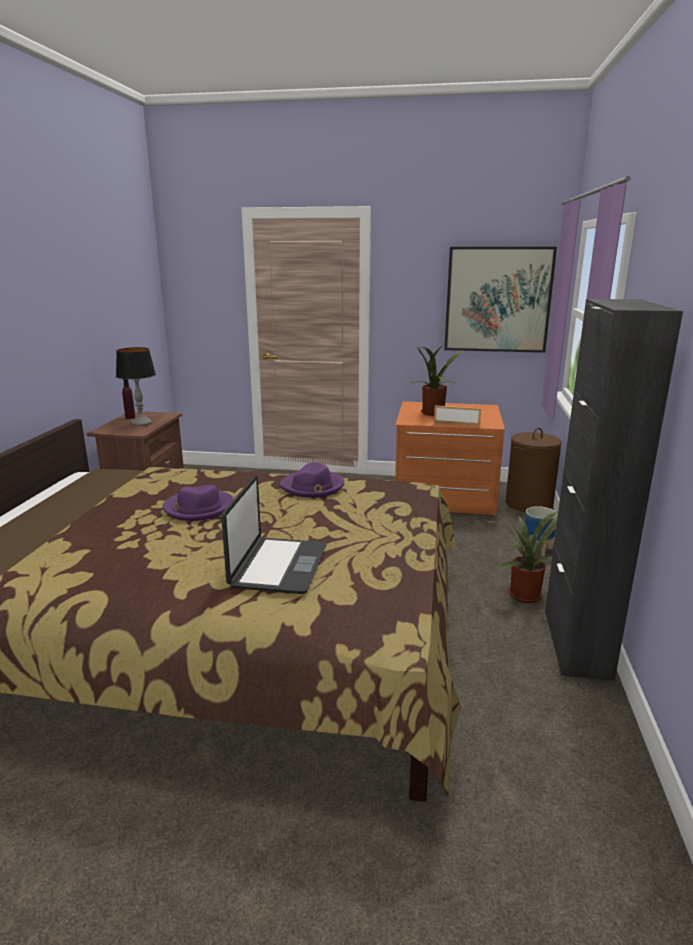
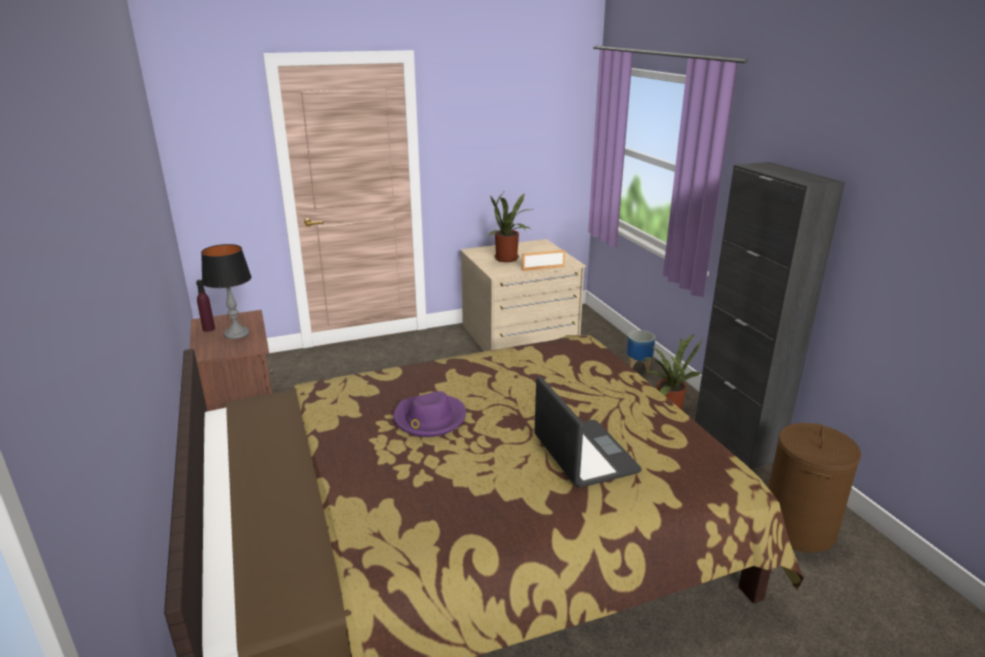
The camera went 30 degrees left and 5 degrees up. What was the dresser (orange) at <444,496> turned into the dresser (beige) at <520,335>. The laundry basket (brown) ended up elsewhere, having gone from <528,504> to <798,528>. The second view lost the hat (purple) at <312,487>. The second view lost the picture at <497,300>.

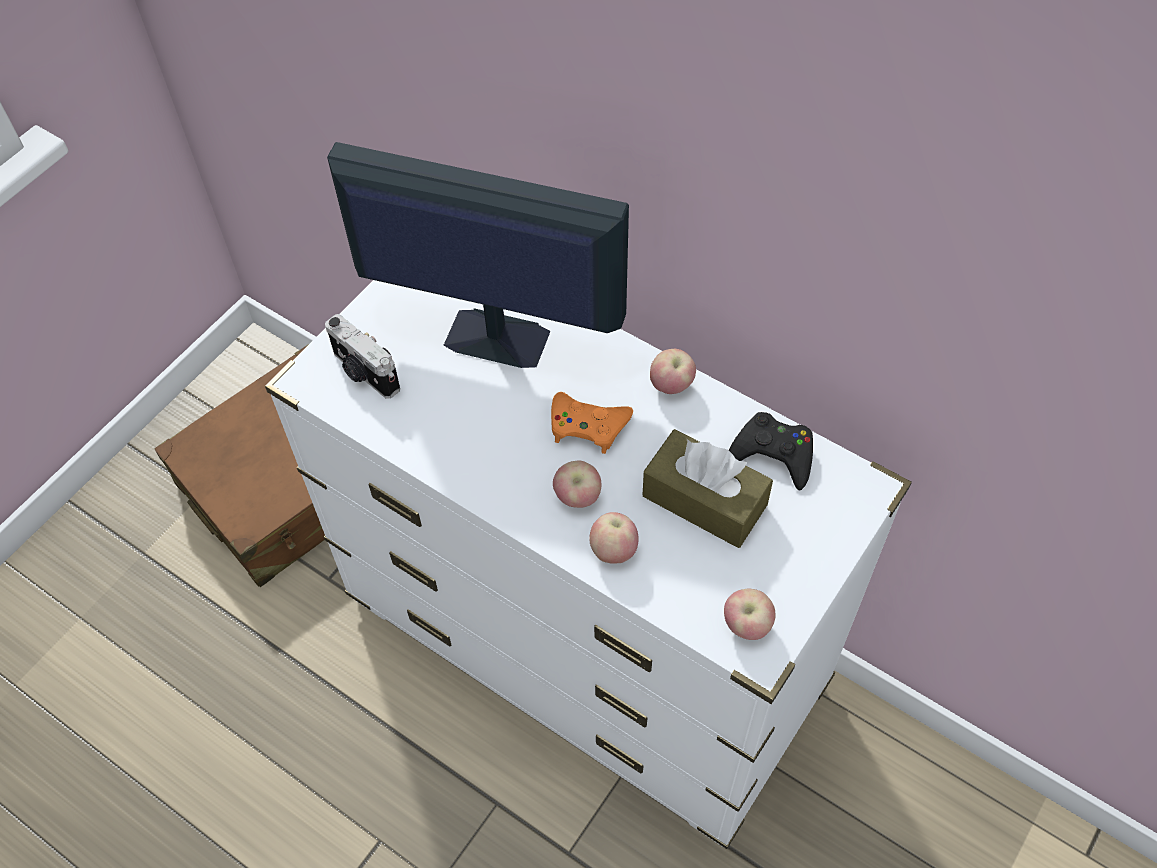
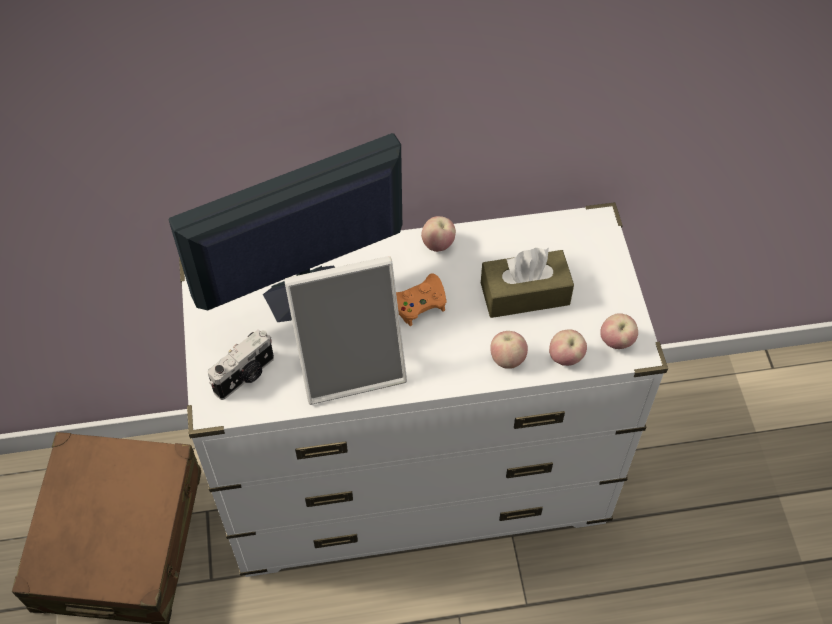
The camera went 45 degrees left and 0 degrees up. The photo camera at <364,373> ended up facing another way, 45 degrees counterclockwise from before. The second view gained the picture frame at <351,363>. The apple ended up elsewhere, having gone from <577,497> to <565,357>. The second view lost the game controller (black) at <773,454>.

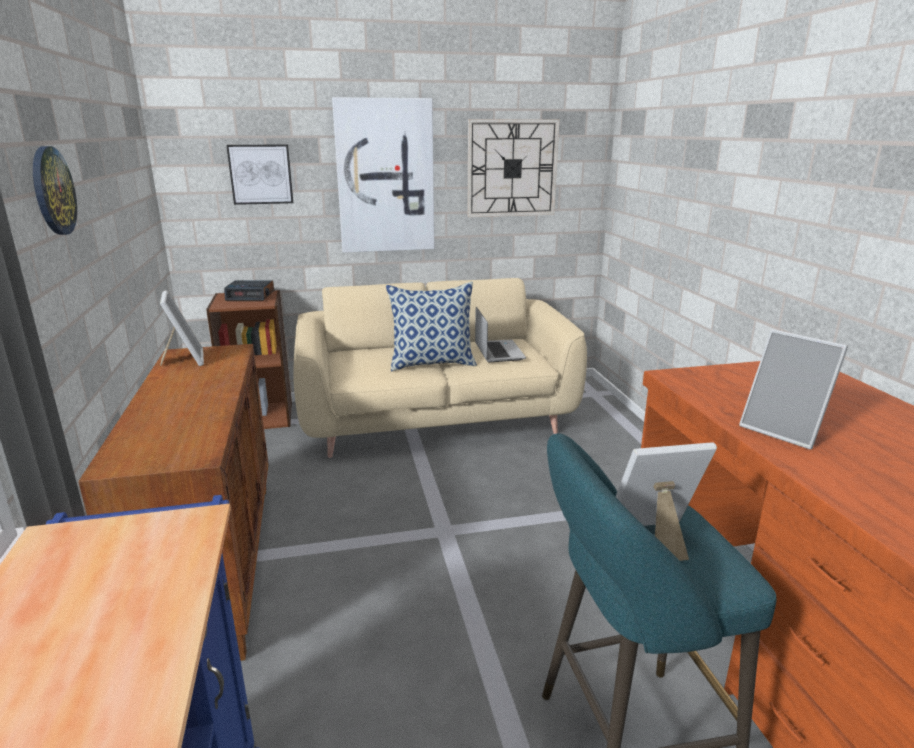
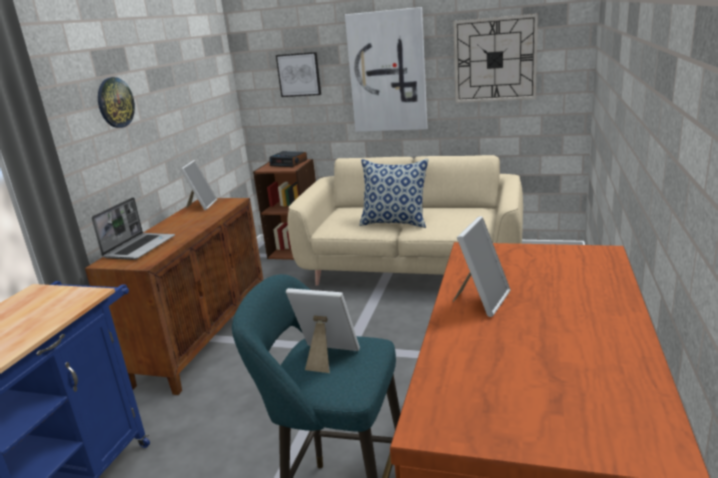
The camera went 30 degrees right and 0 degrees up. The laptop ended up elsewhere, having gone from <498,352> to <140,247>. The picture frame at <784,431> ended up facing another way, 135 degrees counterclockwise from before.

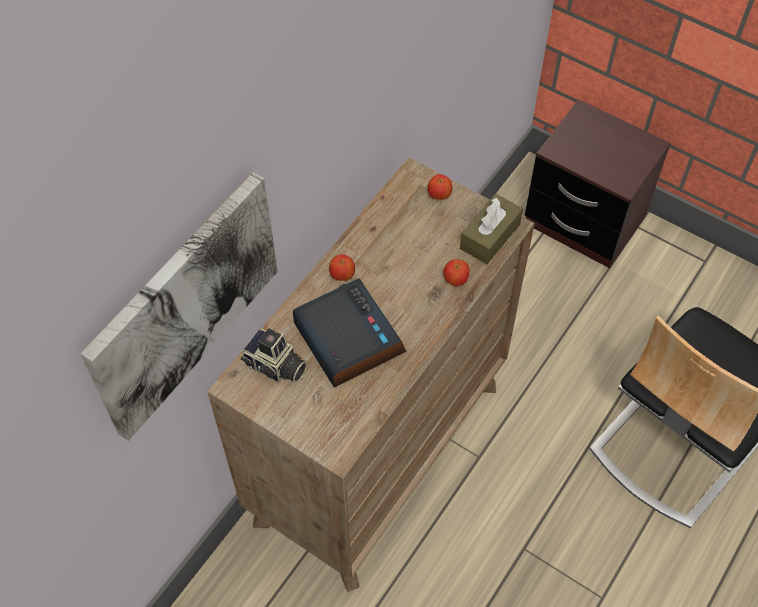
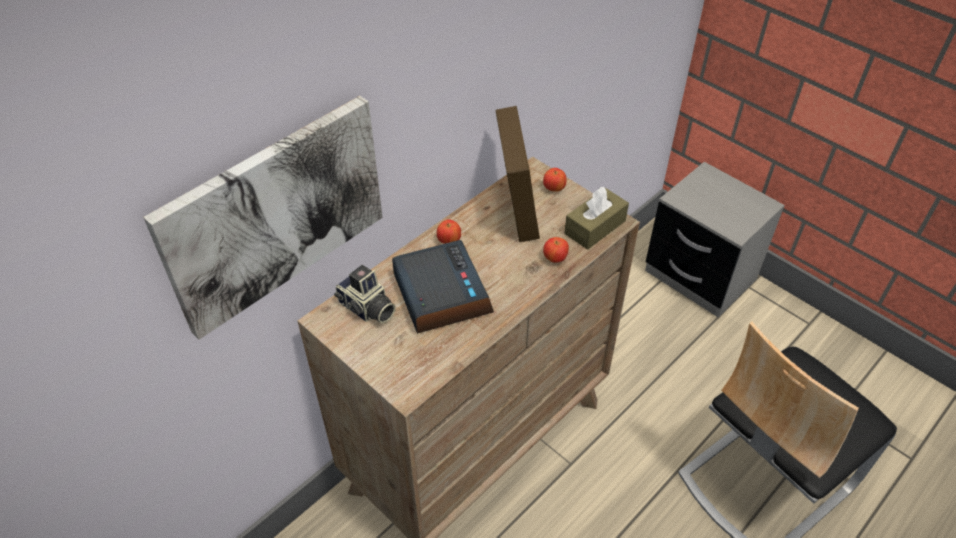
The camera went 10 degrees right and 10 degrees down. The second view gained the picture frame at <516,209>. What was the nightstand (brown) at <584,221> turned into the nightstand (grey) at <699,275>.

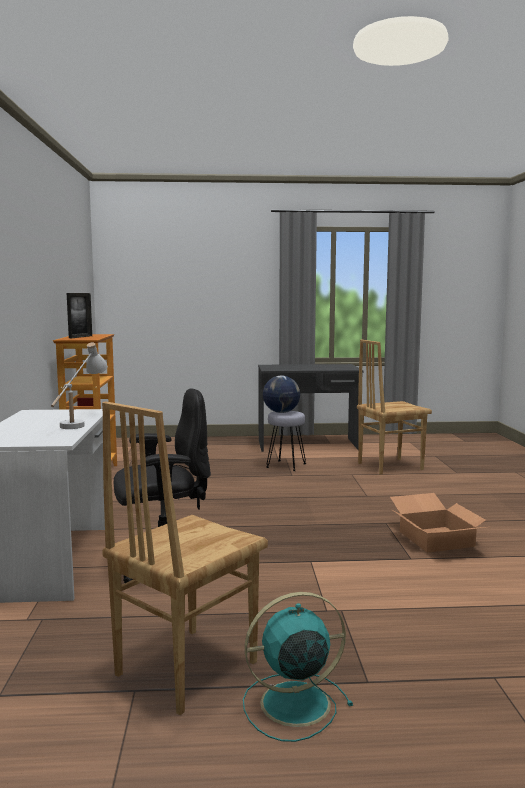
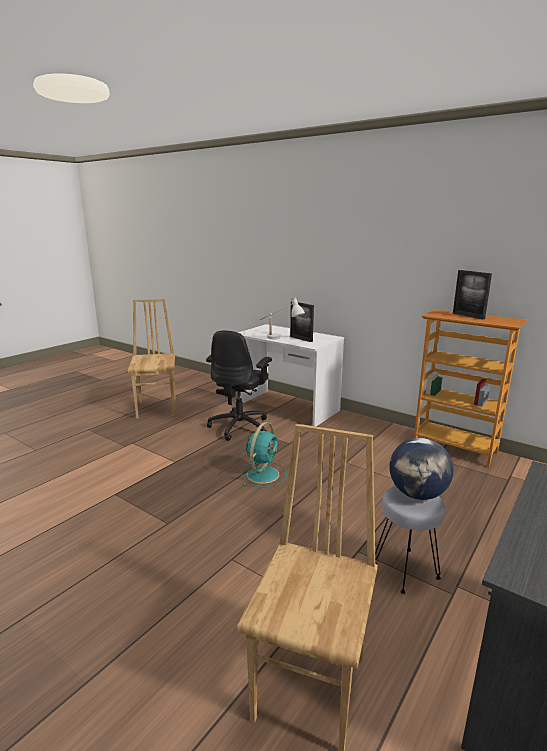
The camera went 130 degrees right and 10 degrees up. The fan (turquoise) ended up elsewhere, having gone from <292,704> to <263,474>. The second view gained the picture frame at <301,339>. The second view lost the cardboard box at <435,538>.

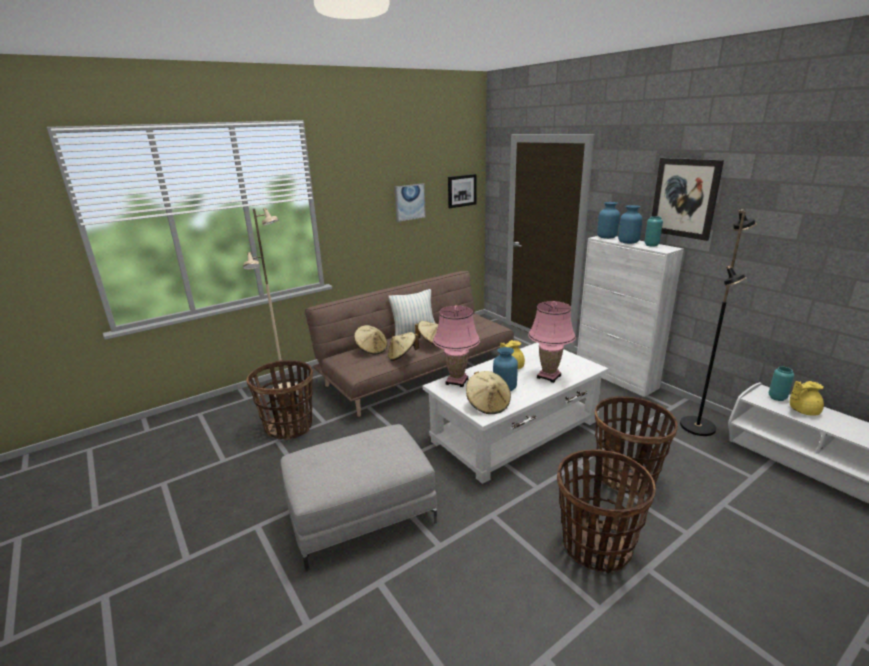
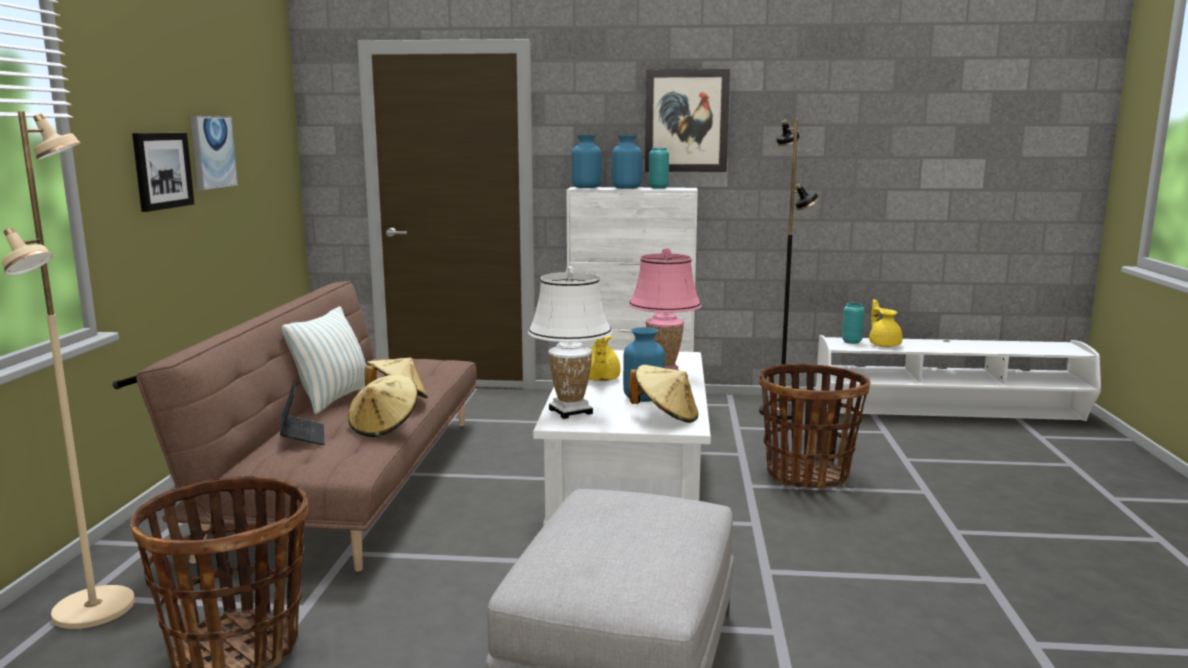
The camera went 50 degrees left and 10 degrees down. The picture ended up elsewhere, having gone from <461,190> to <162,170>. Where the hat (beige) stood at <371,349>, the laptop came to stand at <303,436>. What was the table lamp (pink) at <457,381> turned into the table lamp (white) at <571,411>. The teapot (yellow) at <802,410> ended up facing another way, 135 degrees clockwise from before. The second view lost the basket at <595,546>.

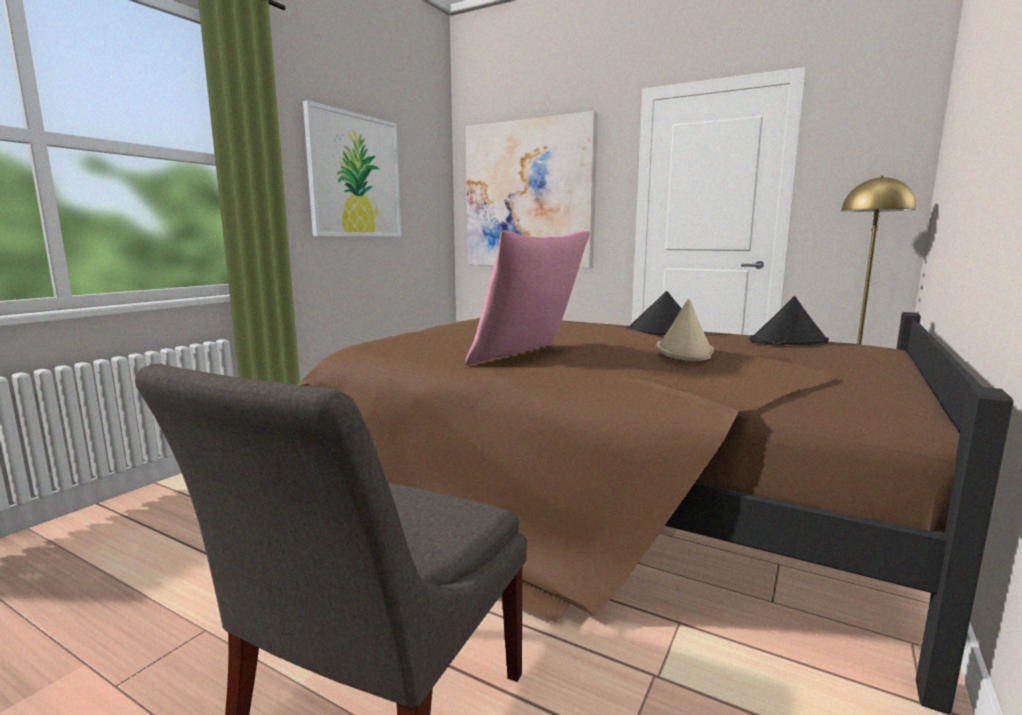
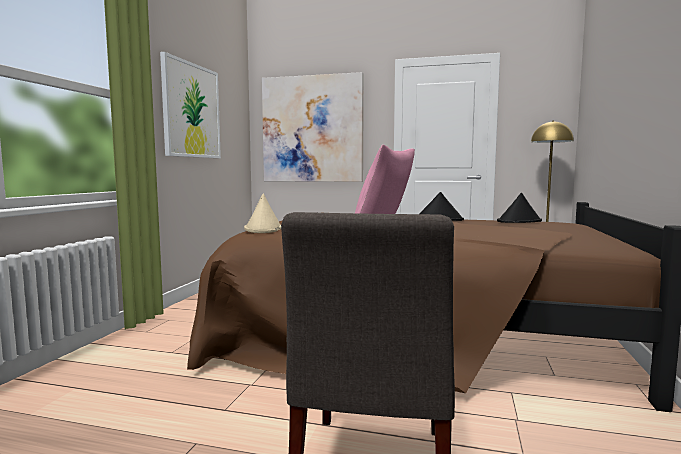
The camera went 15 degrees left and 5 degrees down. The hat (beige) ended up elsewhere, having gone from <684,351> to <263,229>.

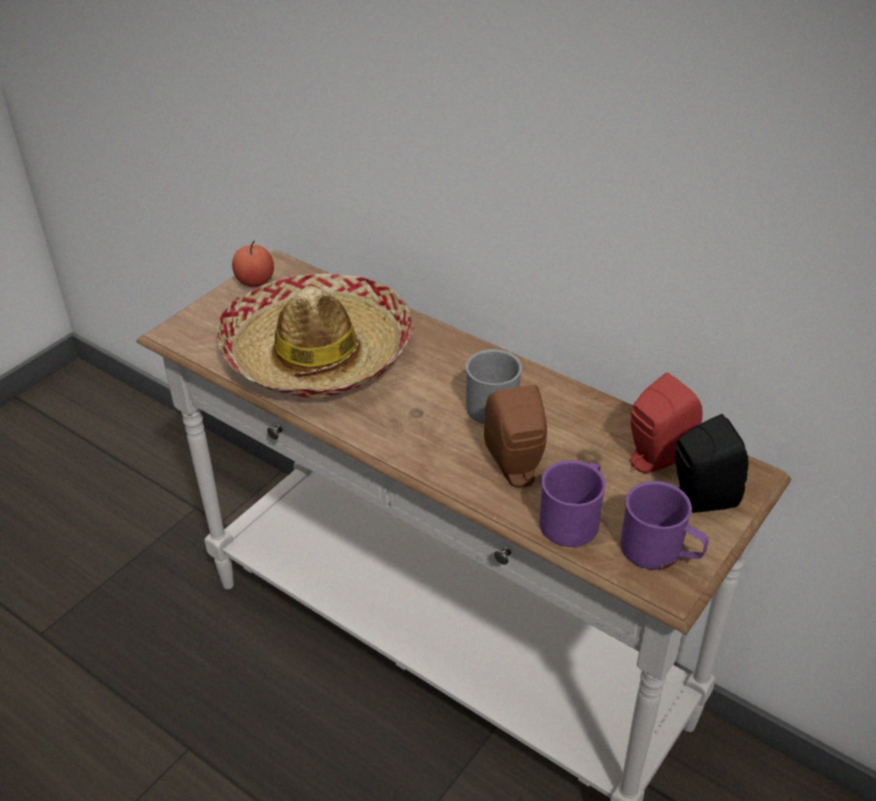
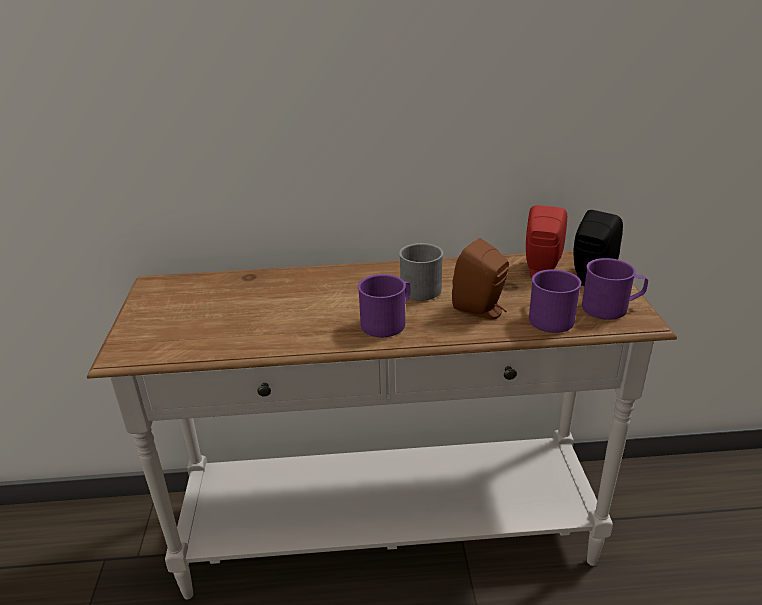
The camera went 40 degrees left and 10 degrees down. The second view gained the mug (purple) at <388,322>. The second view lost the hat at <318,353>. The second view lost the apple at <255,281>.

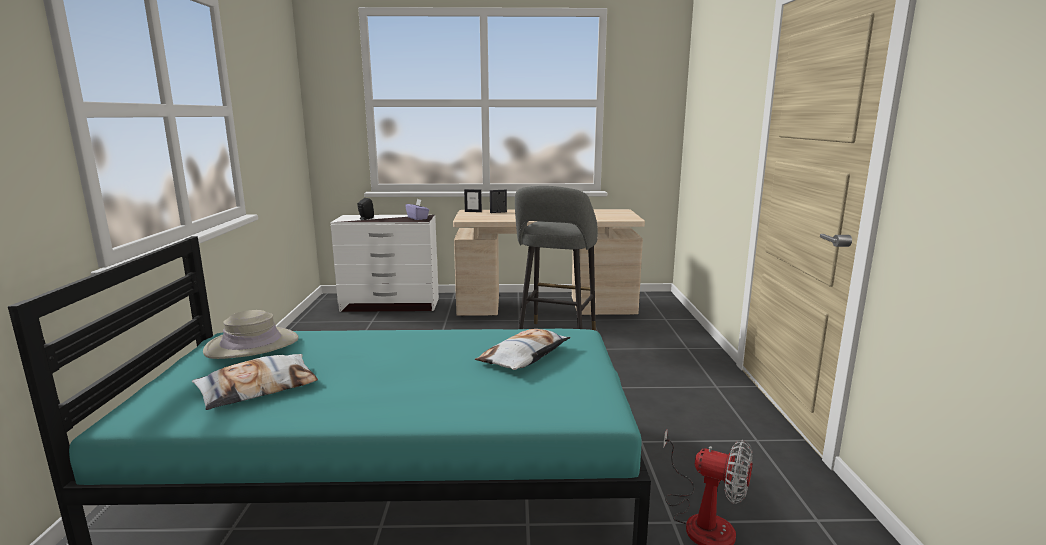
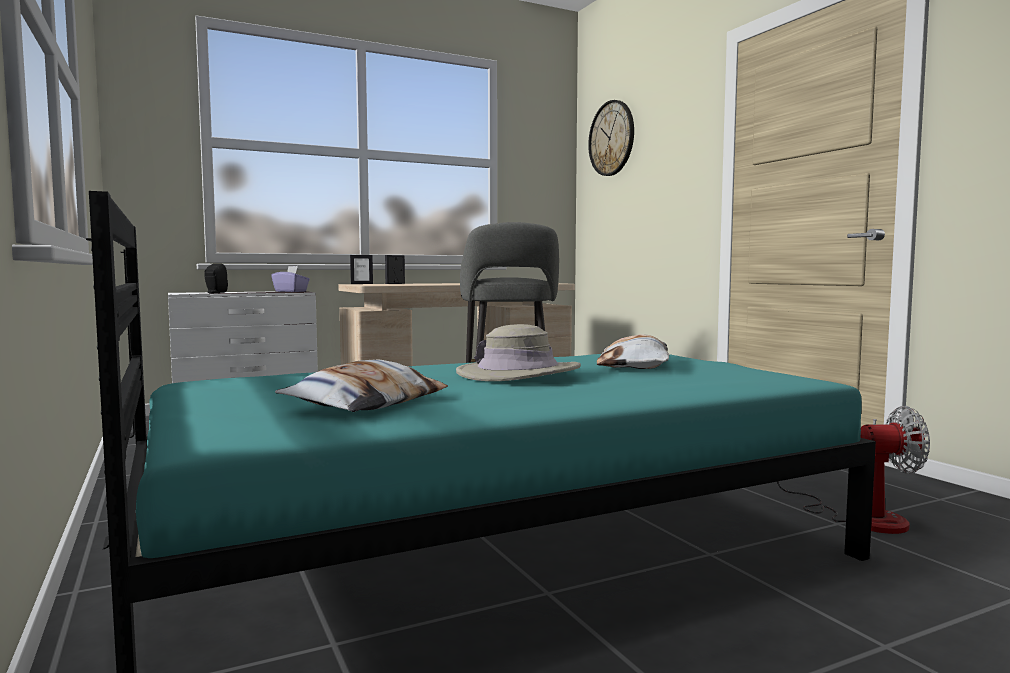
The camera went 25 degrees left and 10 degrees down. The hat (beige) ended up elsewhere, having gone from <252,345> to <518,373>. The second view gained the wall clock at <612,138>.

